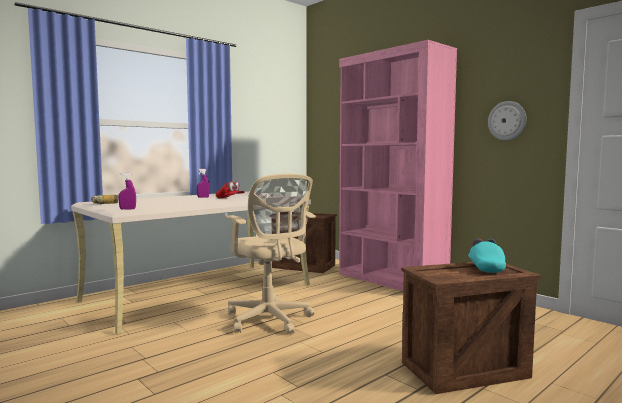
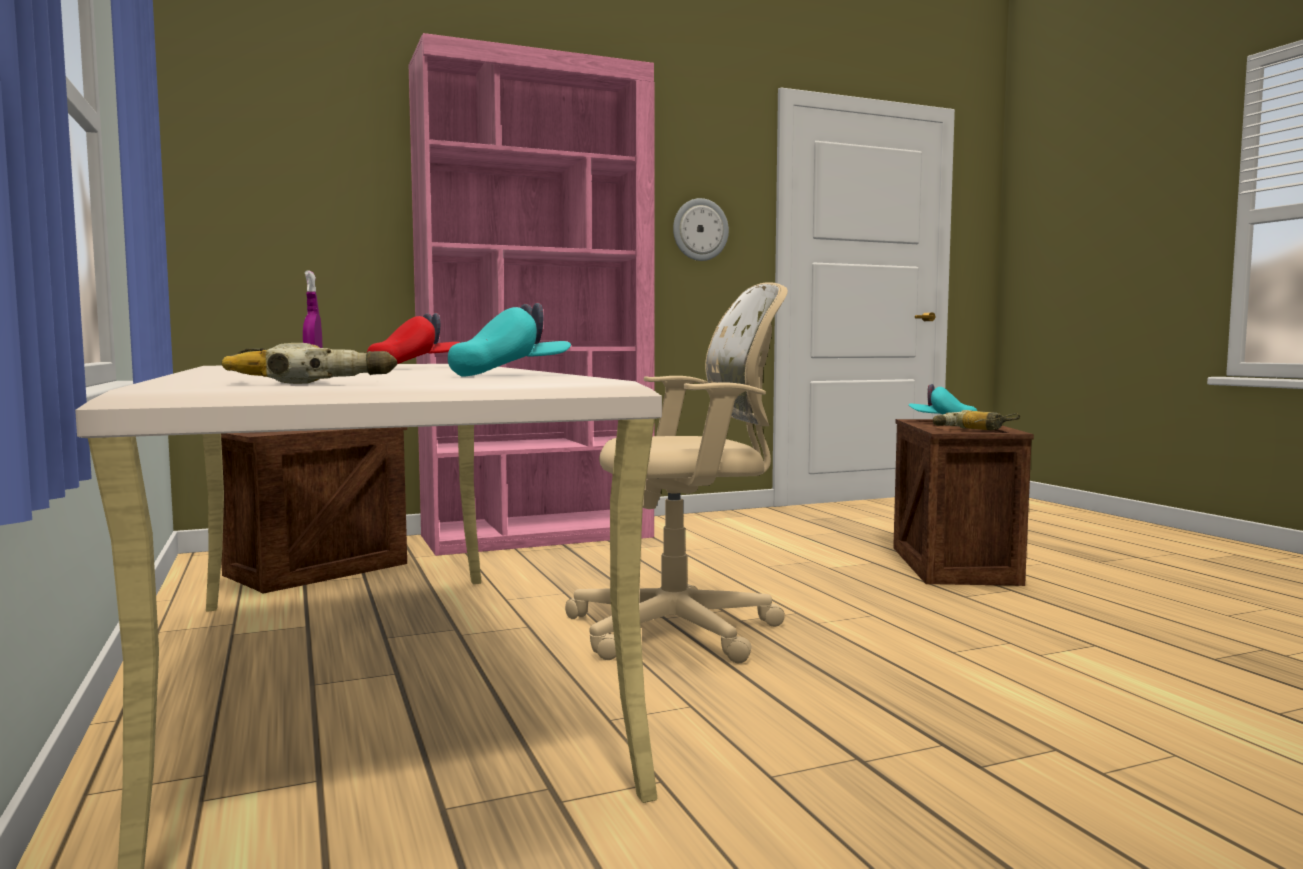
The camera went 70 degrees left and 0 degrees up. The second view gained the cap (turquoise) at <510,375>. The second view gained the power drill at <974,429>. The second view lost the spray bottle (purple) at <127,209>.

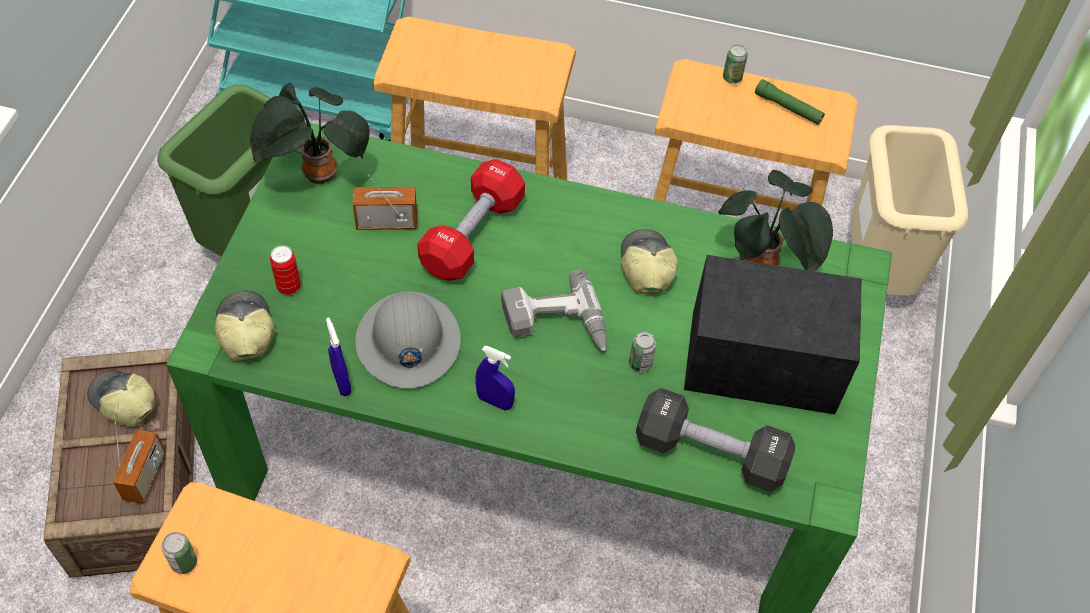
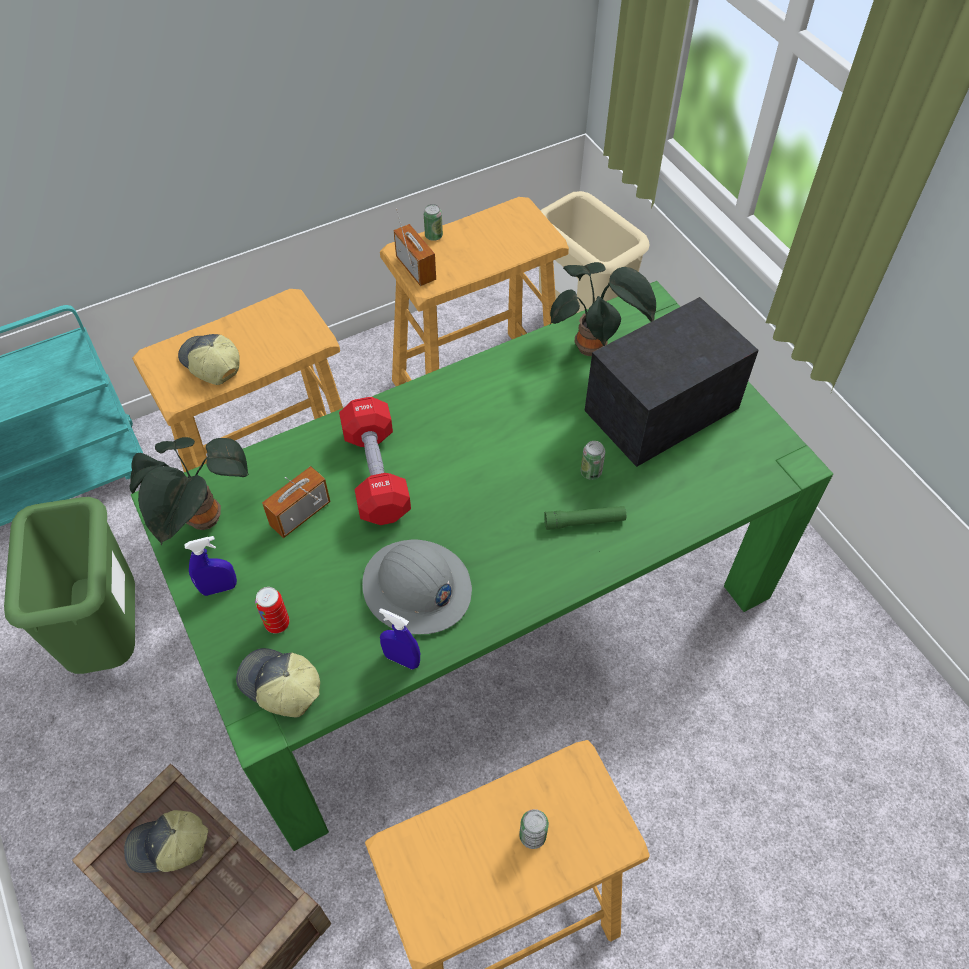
The camera went 40 degrees left and 0 degrees up. The cap ended up elsewhere, having gone from <645,266> to <210,364>. The spray bottle (blue) ended up elsewhere, having gone from <495,401> to <219,588>. The radio ended up elsewhere, having gone from <145,476> to <416,269>. The can ended up elsewhere, having gone from <184,562> to <532,836>. The flashlight (green) ended up elsewhere, having gone from <788,108> to <584,521>. The second view lost the power drill at <555,325>. The second view lost the dumbbell (black) at <710,452>.

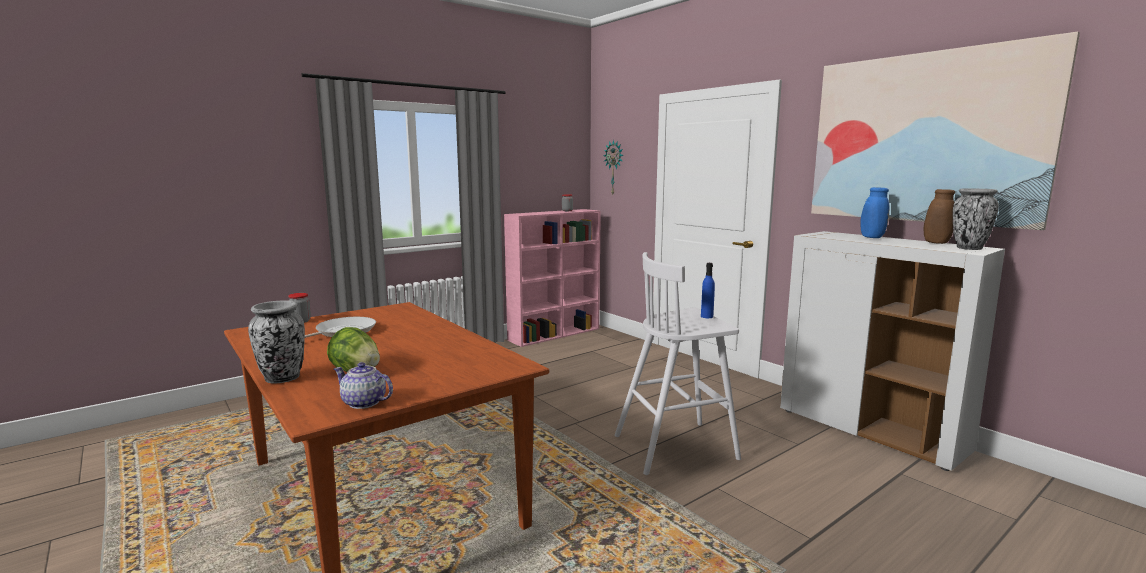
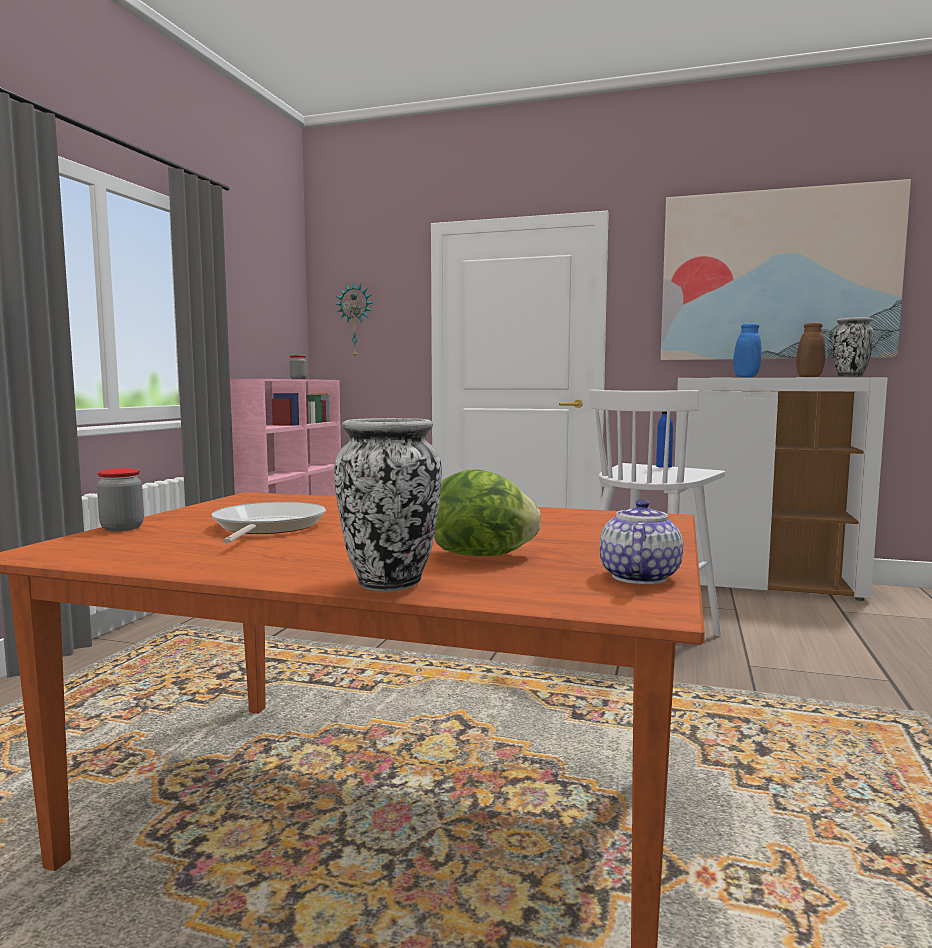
The camera went 35 degrees left and 5 degrees down. The teapot at <364,403> ended up facing another way, 120 degrees clockwise from before.

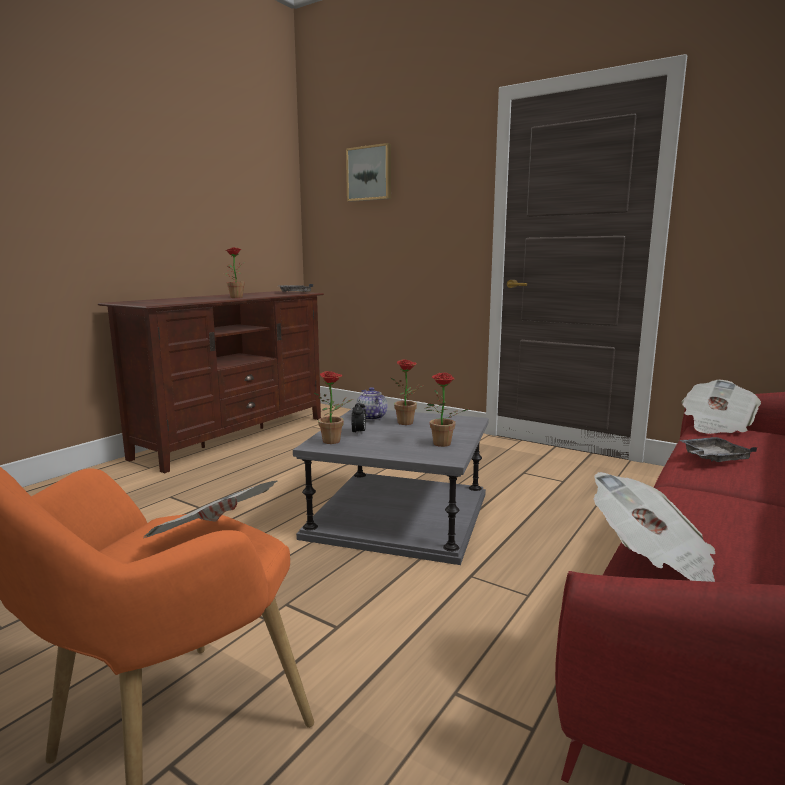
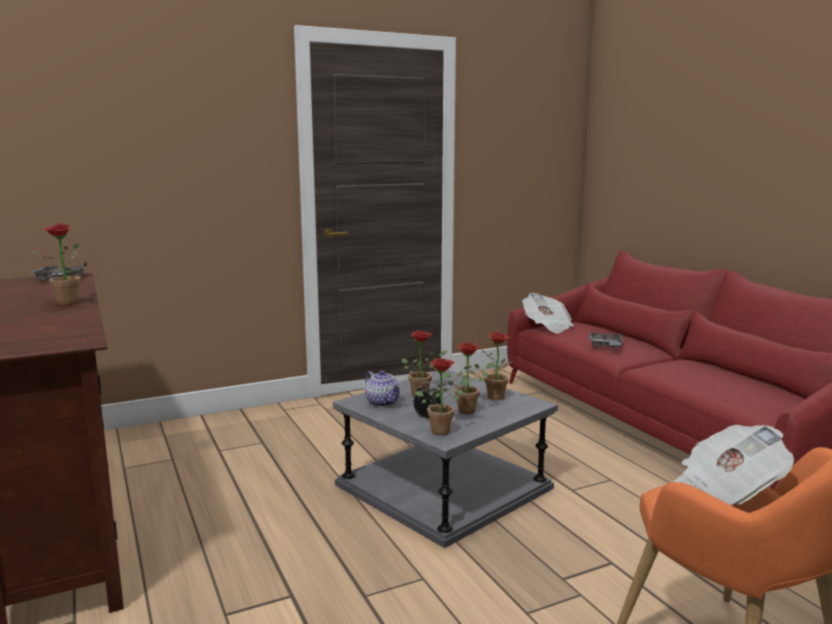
The camera went 60 degrees left and 0 degrees up. The teapot at <370,417> ended up facing another way, 135 degrees counterclockwise from before. The second view gained the potted plant at <469,410>. The second view lost the picture at <370,173>. The second view lost the newspaper at <652,558>.

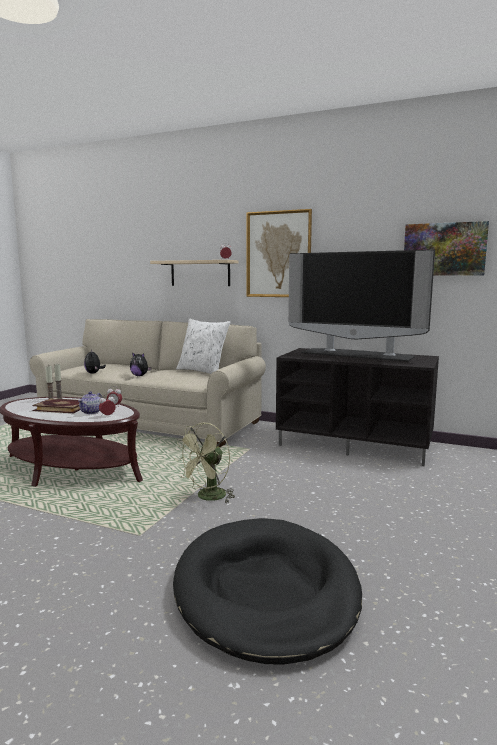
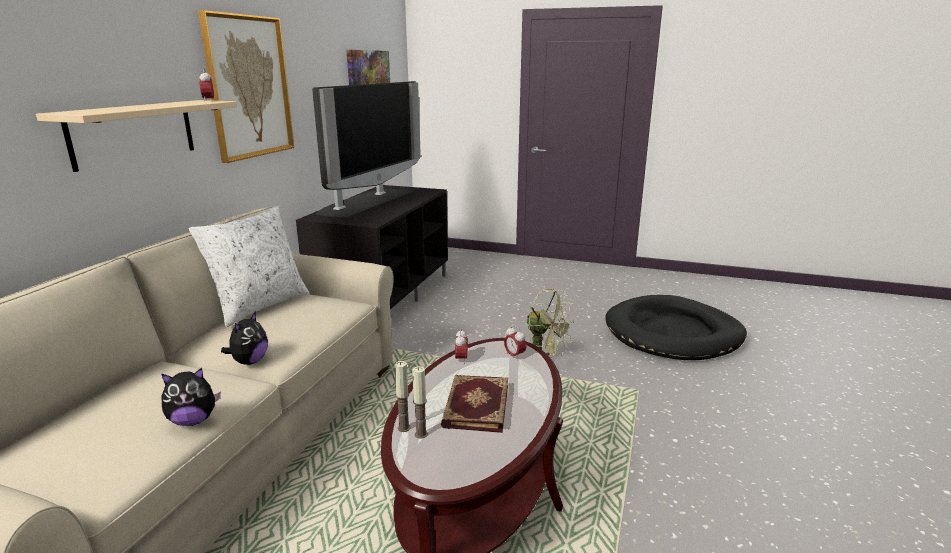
The camera went 95 degrees left and 10 degrees up. The second view lost the teapot at <91,412>.

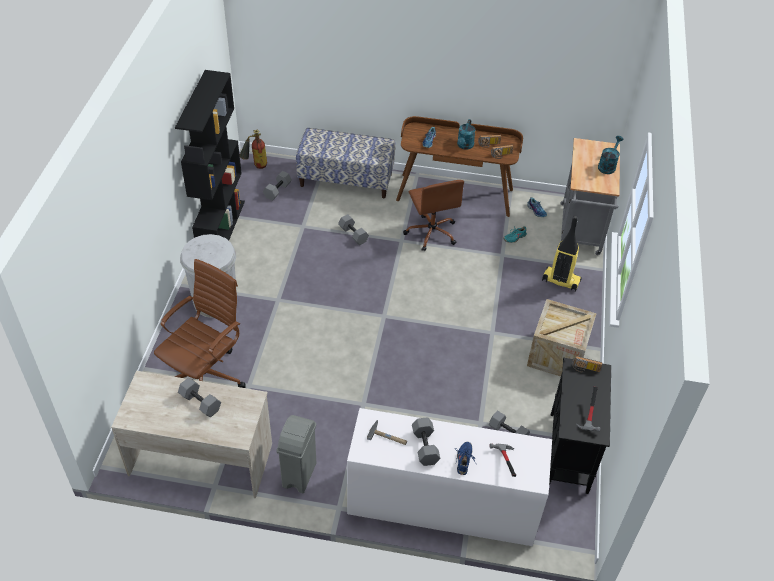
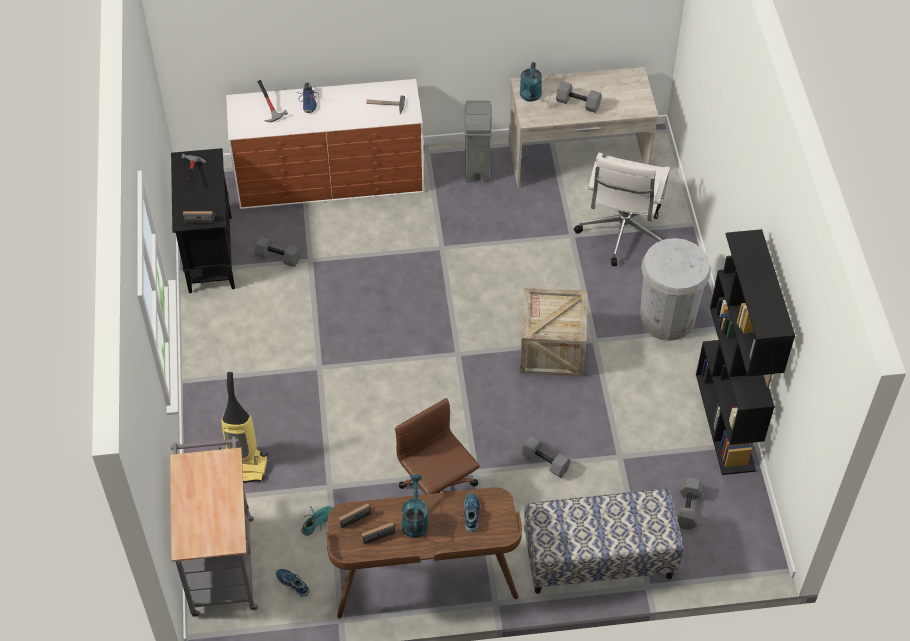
The camera went 165 degrees right and 5 degrees up. The watering can (turquoise) ended up elsewhere, having gone from <607,165> to <529,96>. The crate ended up elsewhere, having gone from <557,355> to <551,349>. What was the office chair (brown) at <206,376> turned into the office chair (white) at <621,233>. The second view lost the fire extinguisher at <255,166>. The second view lost the dumbbell (grey) at <426,447>.

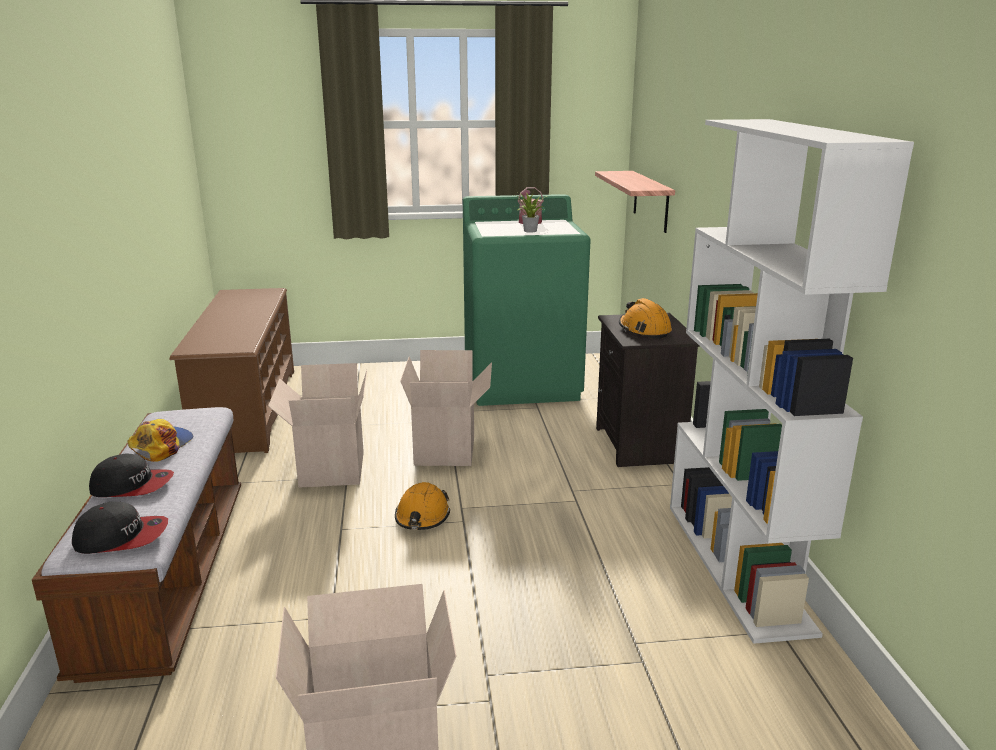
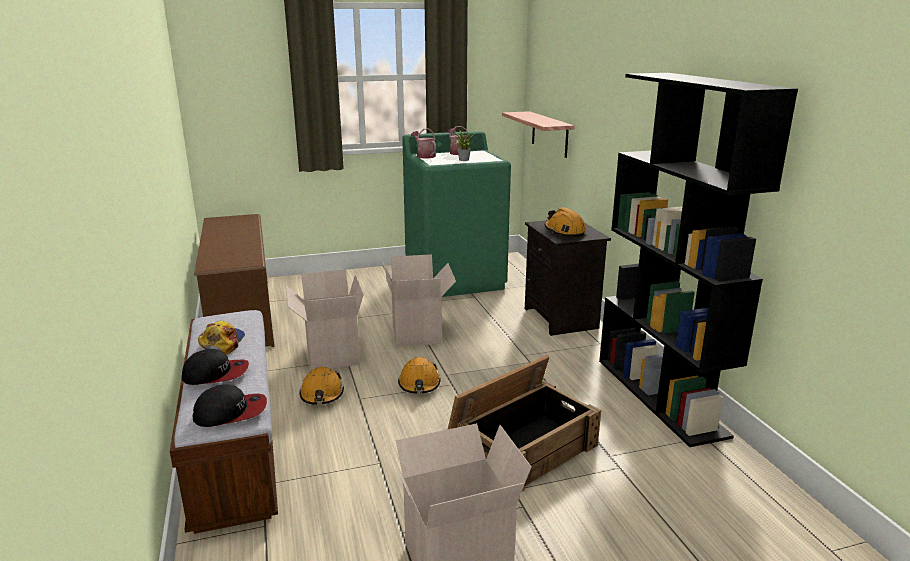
The camera went 10 degrees left and 0 degrees up. The second view gained the hard hat (orange) at <322,394>. The second view gained the watering can at <424,156>. The second view gained the crate at <520,446>. What was the bookcase (white) at <738,565> turned into the bookcase (black) at <660,396>.

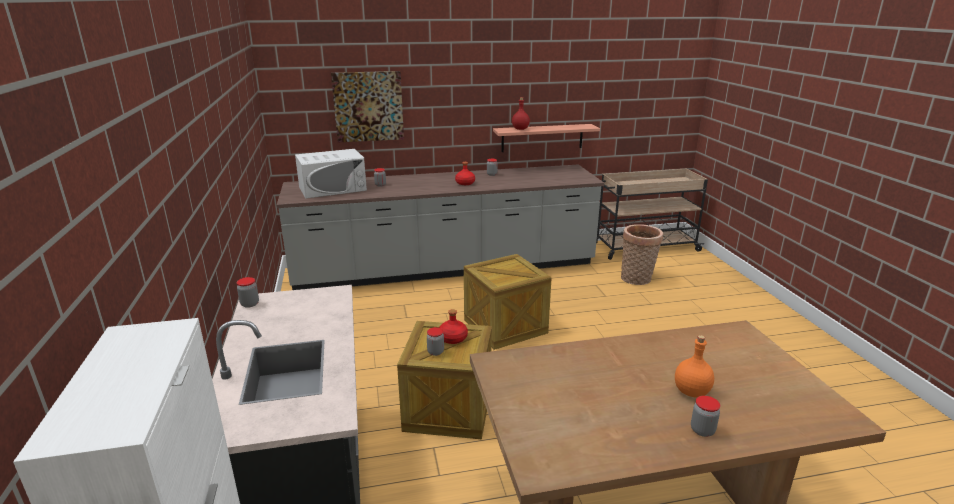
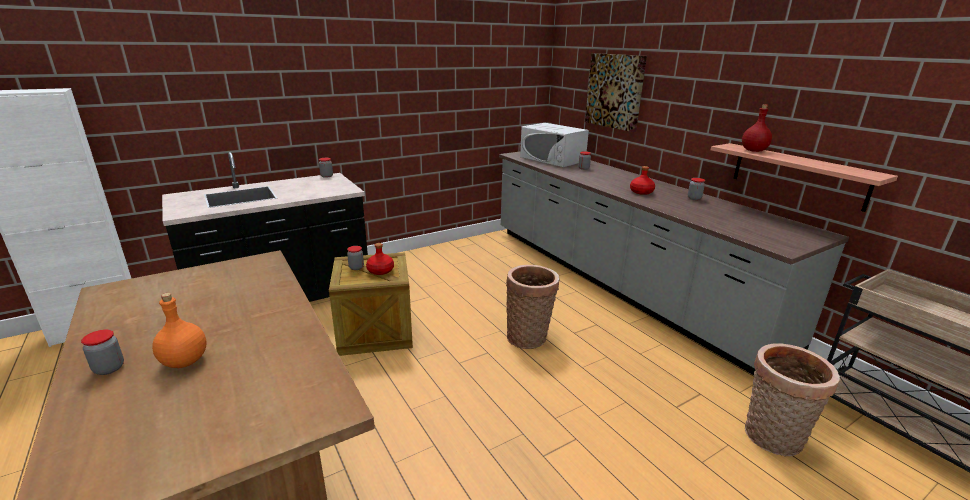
The camera went 70 degrees right and 0 degrees up. Where the crate stood at <505,326>, the basket came to stand at <529,337>.

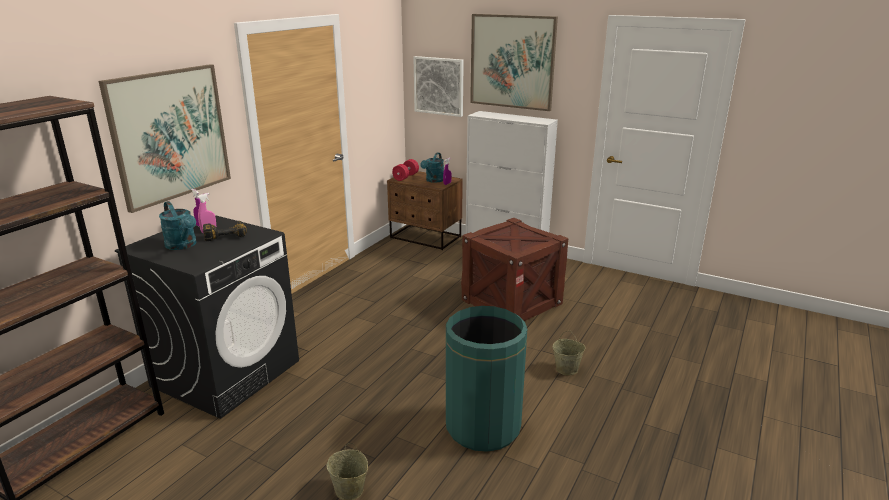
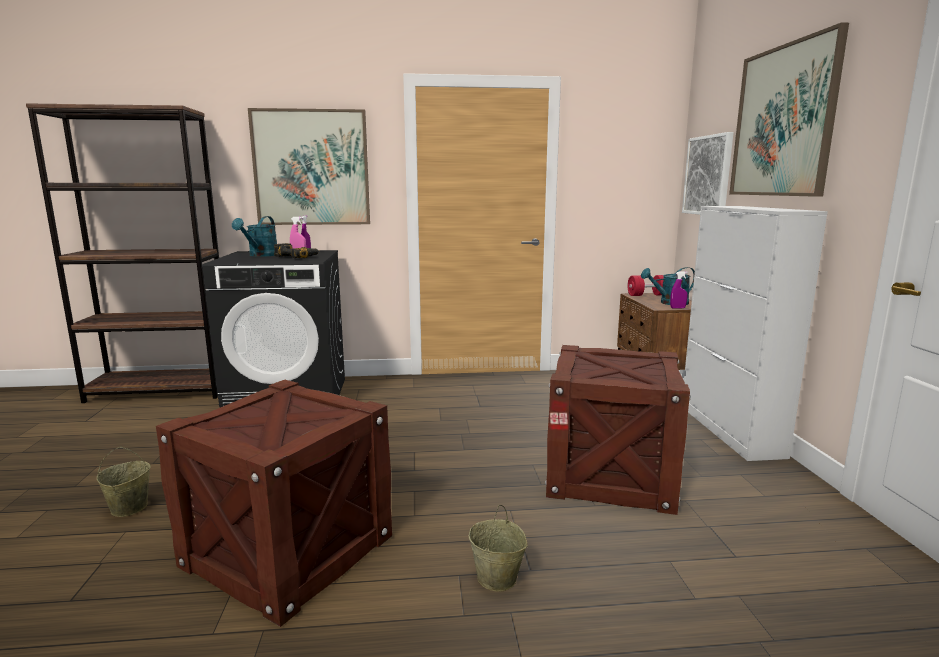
The camera went 55 degrees right and 10 degrees down. Where the trash can (green) stood at <482,427>, the crate came to stand at <288,551>.

